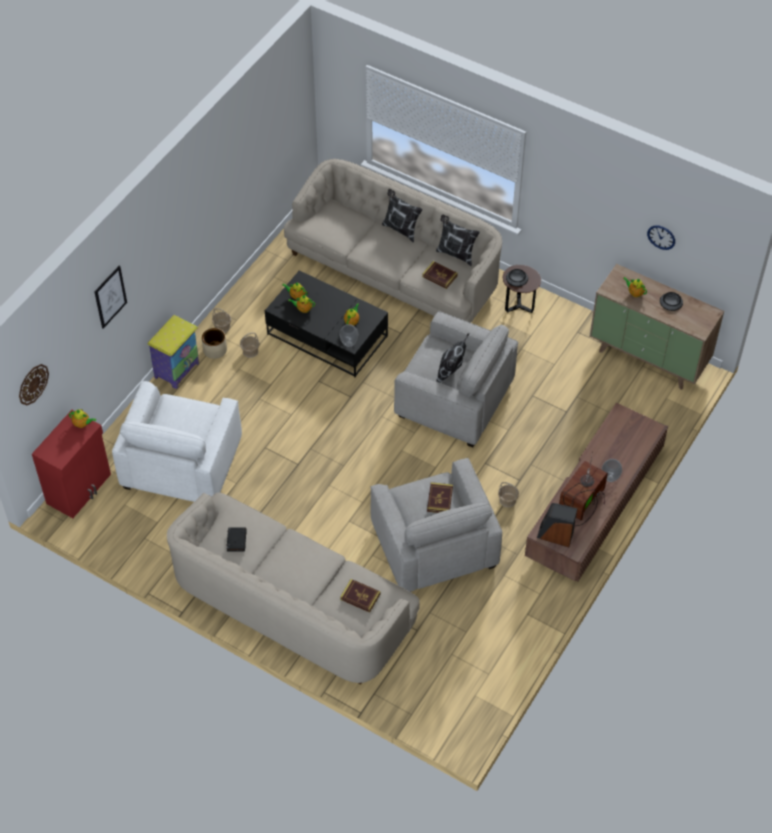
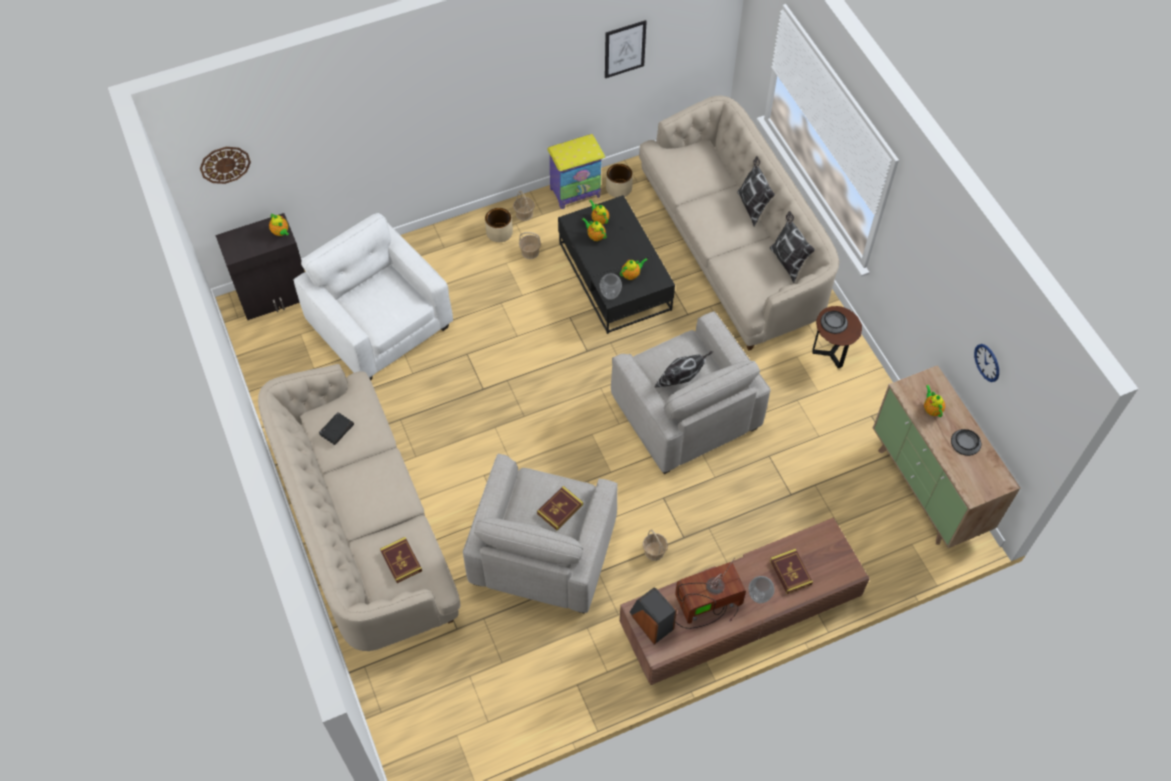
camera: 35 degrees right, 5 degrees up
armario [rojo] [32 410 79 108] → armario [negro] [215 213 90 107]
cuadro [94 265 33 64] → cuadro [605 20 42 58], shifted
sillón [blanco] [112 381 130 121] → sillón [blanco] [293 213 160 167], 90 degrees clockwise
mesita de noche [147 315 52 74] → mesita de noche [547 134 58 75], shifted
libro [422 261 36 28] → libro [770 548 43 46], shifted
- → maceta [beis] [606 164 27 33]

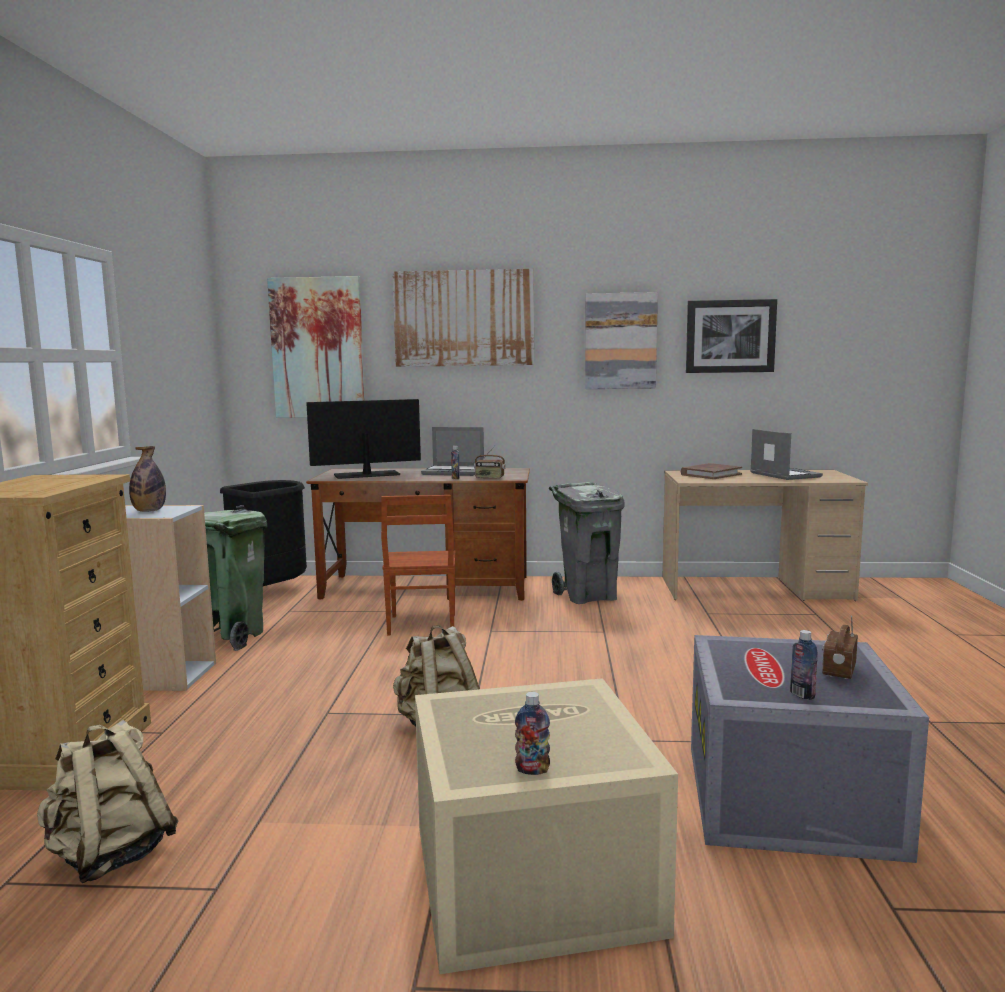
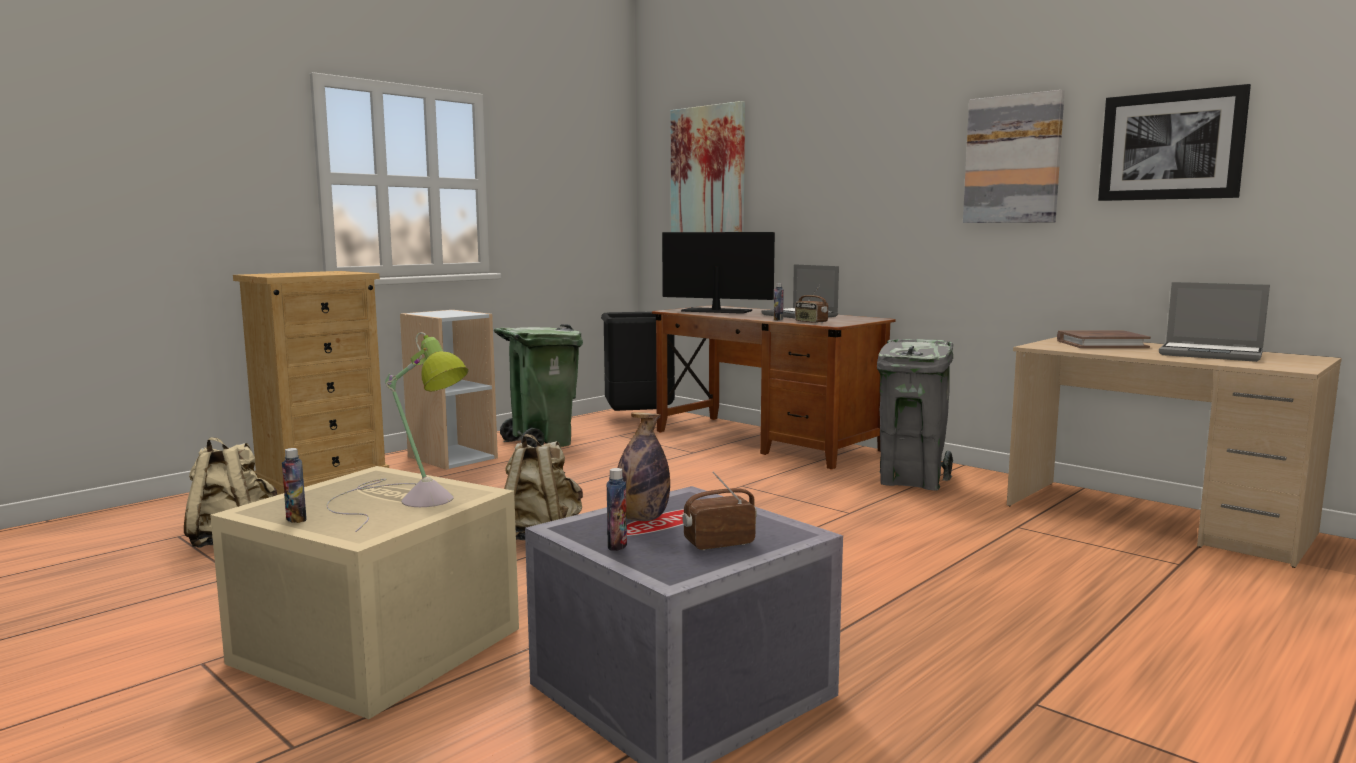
camera: 40 degrees right, 0 degrees up
botella [129 446 37 66] → botella [617 412 53 109], shifted
silla [marrón] [381 495 75 141] → -
cuadro [392 269 142 98] → -
portátil [750 429 73 51] → portátil [1159 282 111 80], 105 degrees clockwise
- → lámpara de mesa [327 332 141 200]

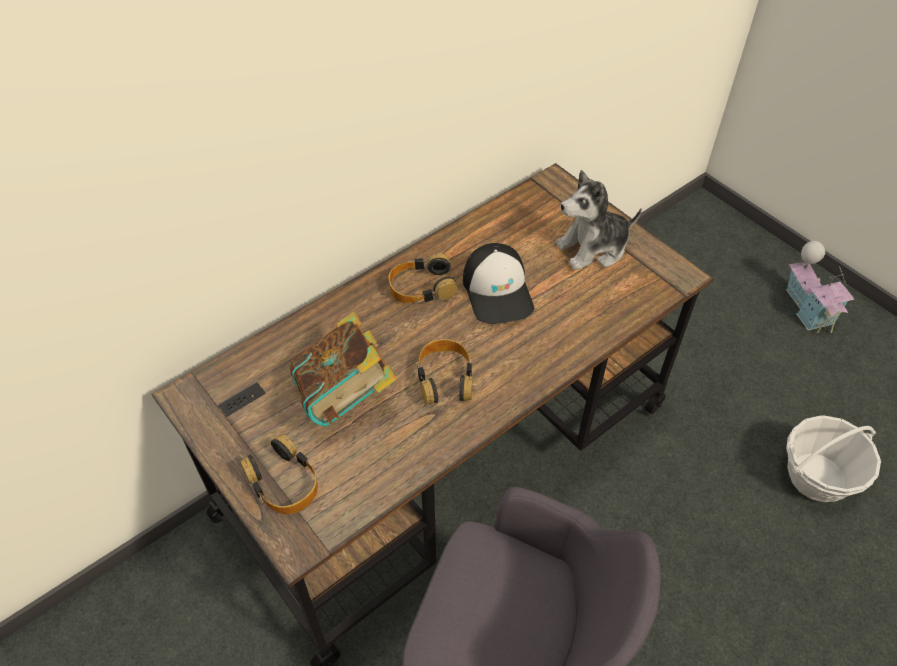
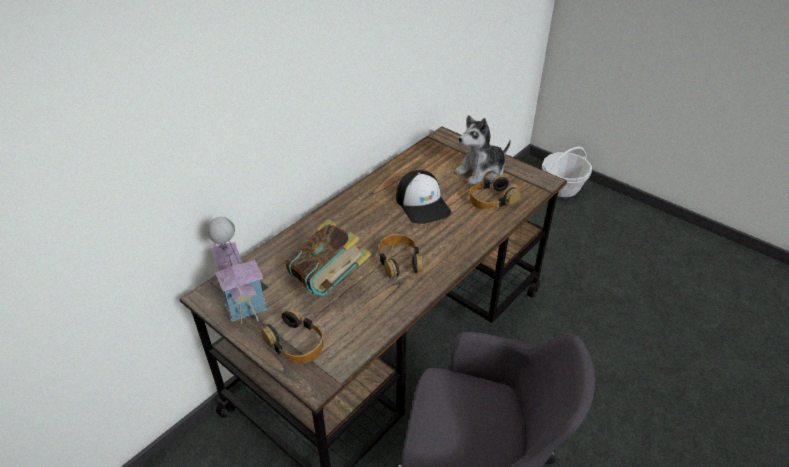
camera: 10 degrees left, 10 degrees down
auriculares [388 253 70 50] → auriculares [470 175 51 34], shifted
casita [786 241 68 92] → casita [208 217 59 107], shifted
cesta [786 415 95 87] → cesta [542 147 50 50], shifted

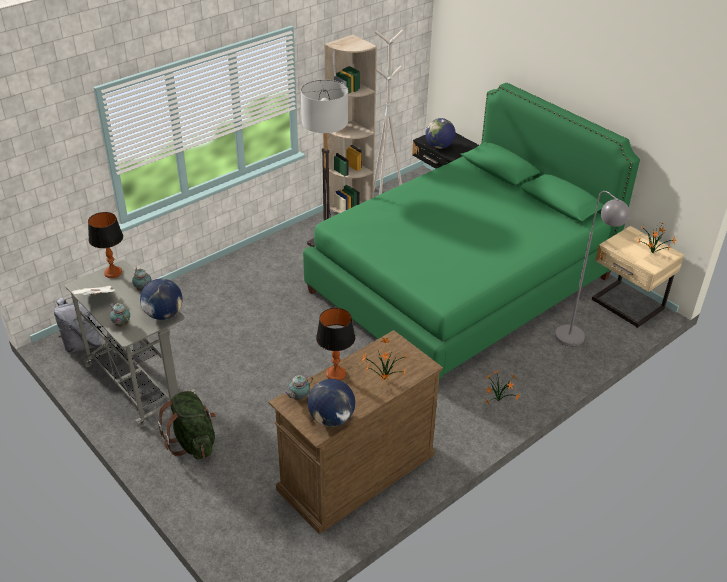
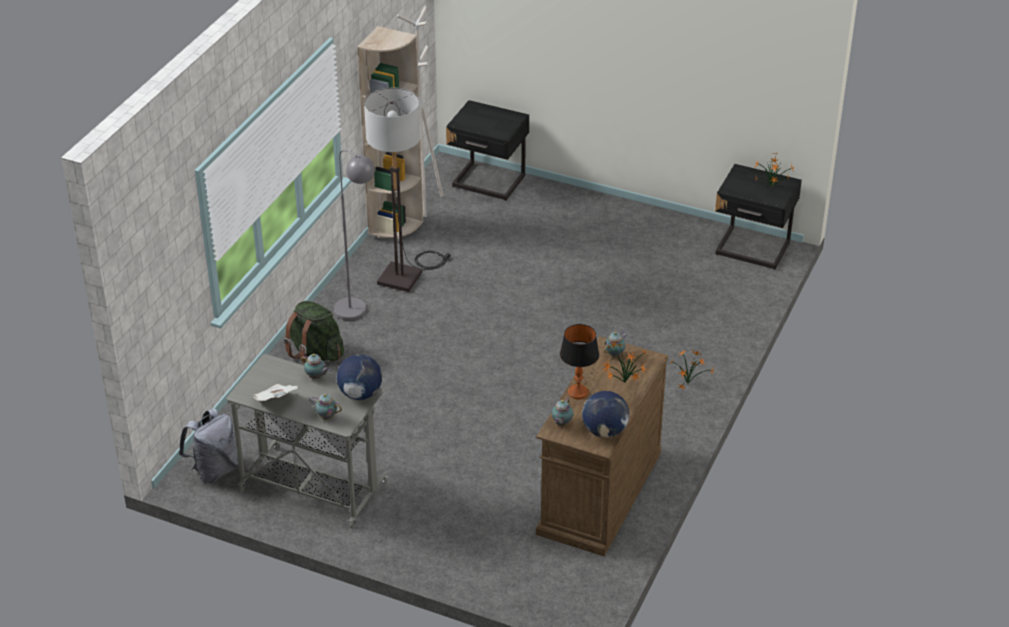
camera: 25 degrees left, 0 degrees up
lámpara de mesa [88 212 35 66] → -
mochila [verde] [158 391 58 69] → mochila [verde] [284 301 60 62], shifted
cama [verde] [303 83 337 297] → -
globo terráqueo [425 118 31 31] → -
lámpara de pie [gris] [555 191 75 155] → lámpara de pie [gris] [334 150 41 171], shifted
mesita de noche [beis] [592 226 92 102] → mesita de noche [negro] [715 164 87 106]
- → tetera [604 332 24 25]

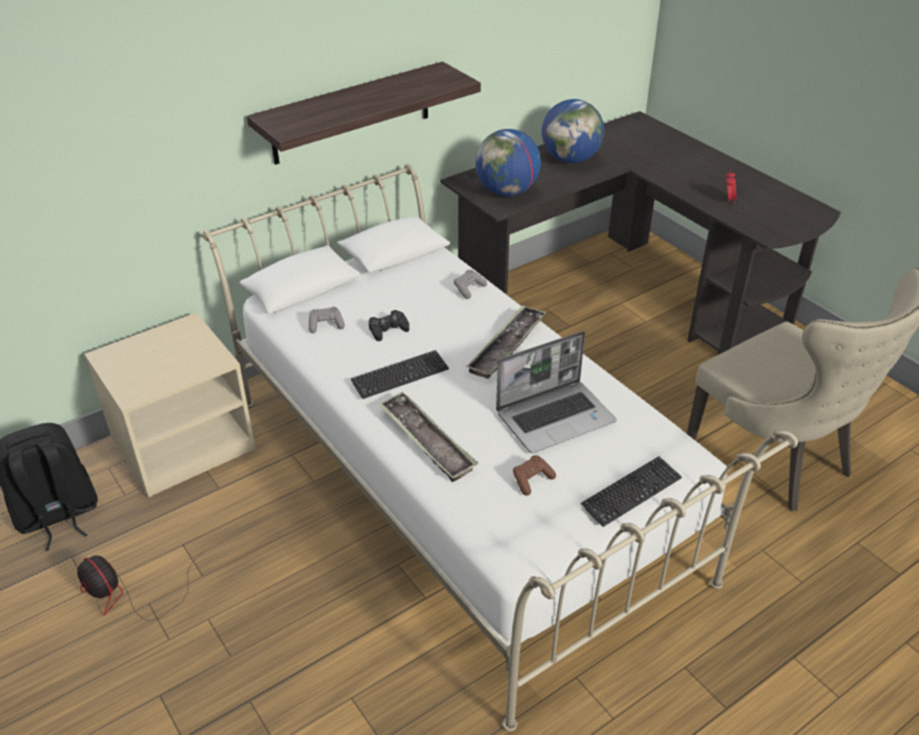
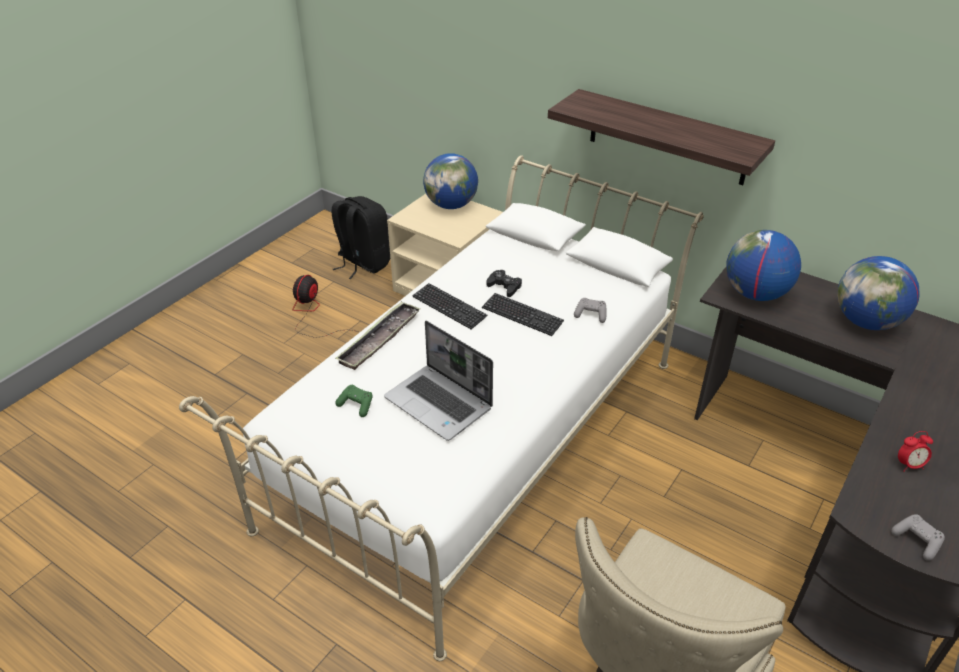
camera: 70 degrees right, 0 degrees up
mando de consola [gris] [309 307 36 26] → mando de consola [gris] [891 514 54 47], shifted
bandeja [466 305 80 74] → -
mando de consola [marrón] [513 455 43 41] → mando de consola [verde] [335 385 38 32]
teclado [581 456 101 71] → teclado [482 293 82 43], shifted
- → globo terráqueo [423 153 55 56]

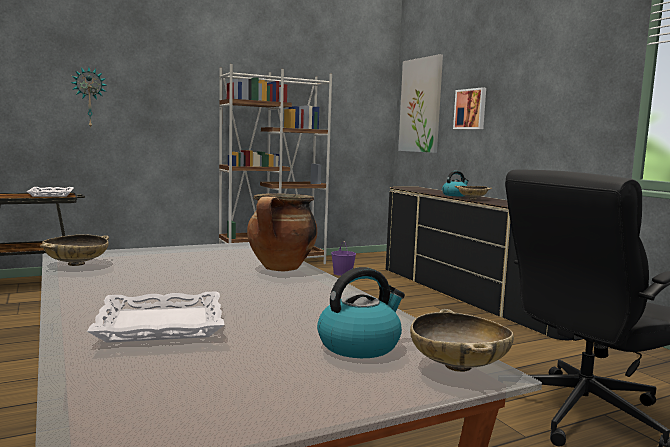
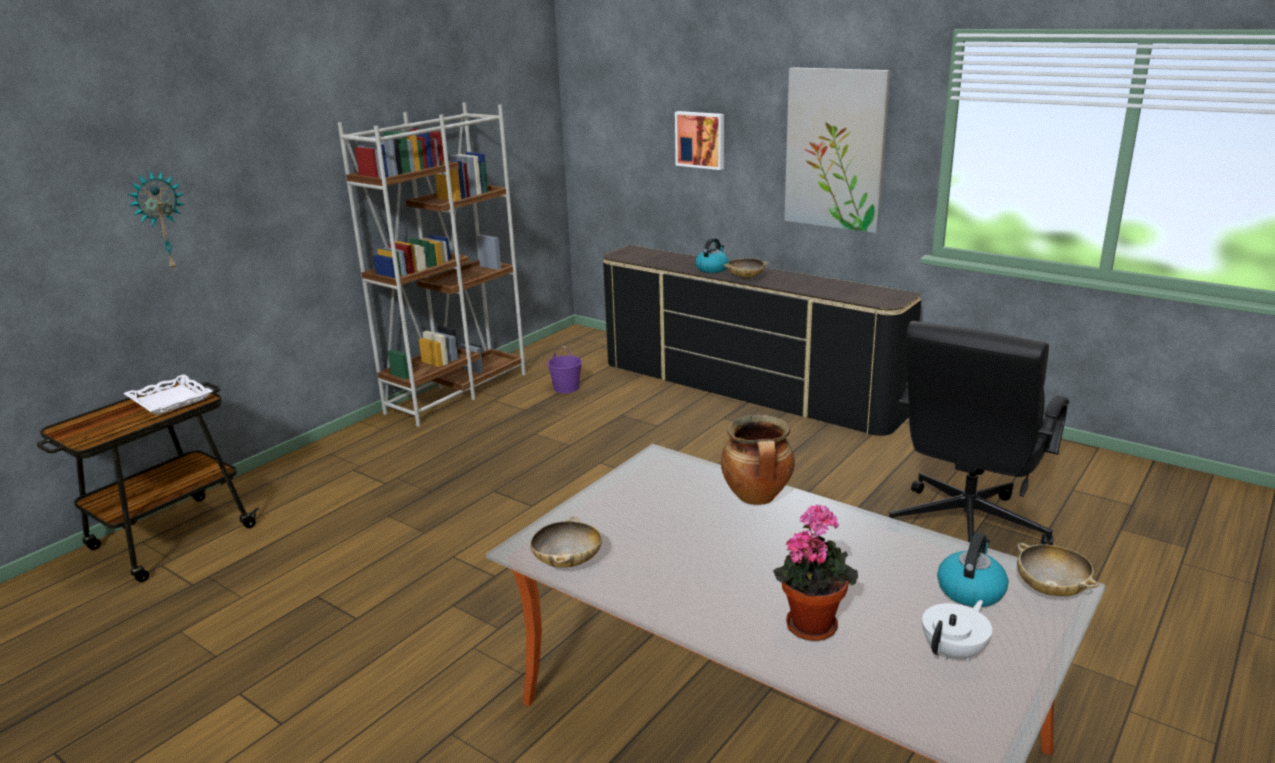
camera: 25 degrees left, 15 degrees up
bandeja [blanco] [87 291 138 52] → planta en maceta [773 504 85 137]
cuadro [398 54 45 99] → cuadro [784 67 106 166], shifted
- → tetera [blanco] [922 600 70 60]

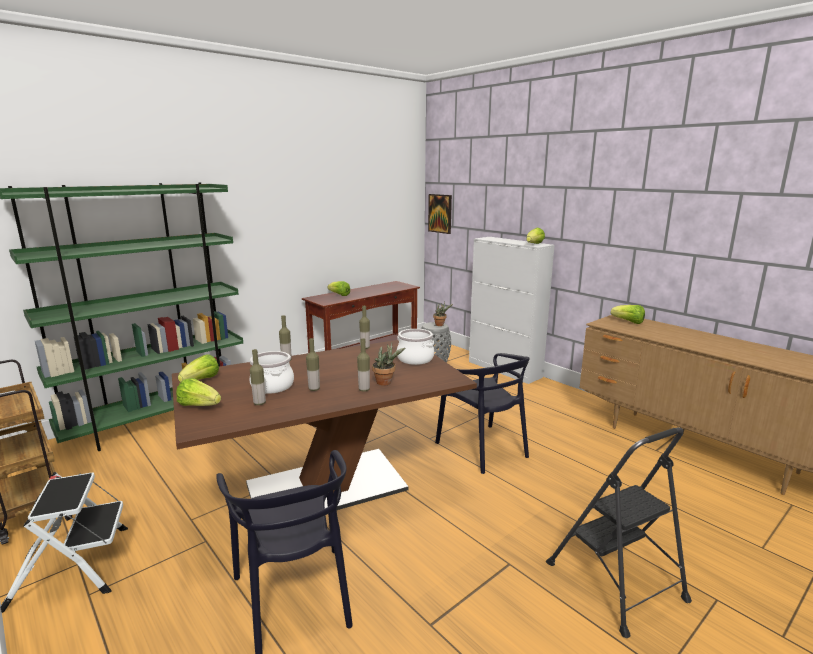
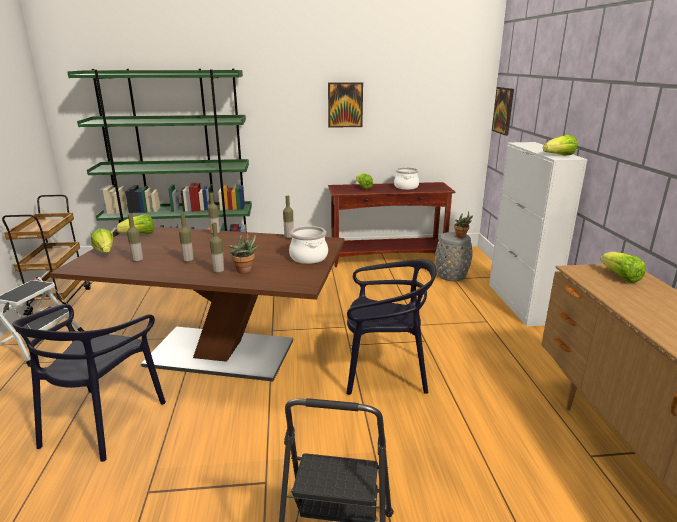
camera: 35 degrees right, 5 degrees up
olla [249 351 45 43] → olla [394 167 25 23], shifted
silla [negro] [435 353 95 121] → silla [negro] [346 259 91 136], 90 degrees counterclockwise
- → cuadro [328 82 35 46]

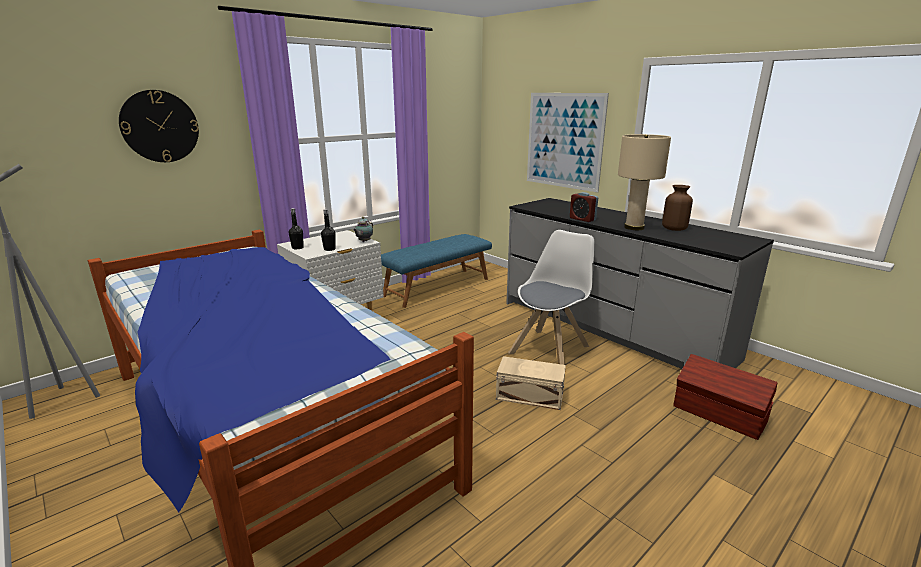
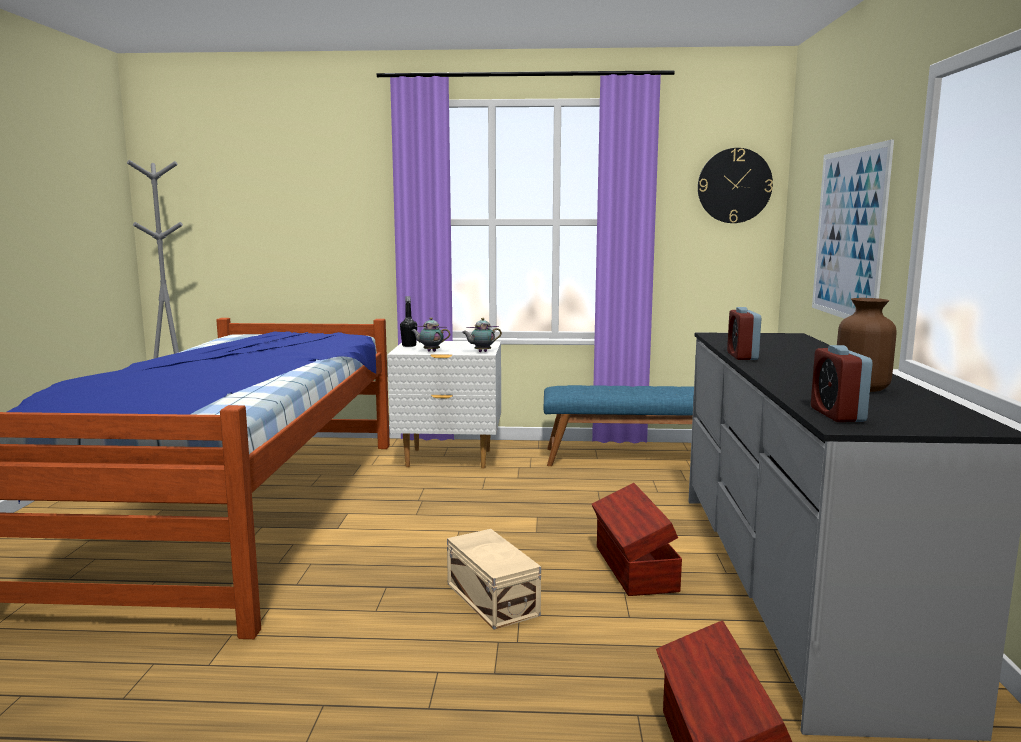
camera: 45 degrees right, 10 degrees down
reloj de pared [119 90 80 72] → reloj de pared [698 148 75 75], shifted
botella [negro] [321 209 15 42] → tetera [411 317 39 35]
silla [508 230 86 135] → caja de almacenaje [marrón] [592 483 90 113]
lámpara de mesa [beis] [618 134 53 96] → -
- → despertador [811 345 62 77]

